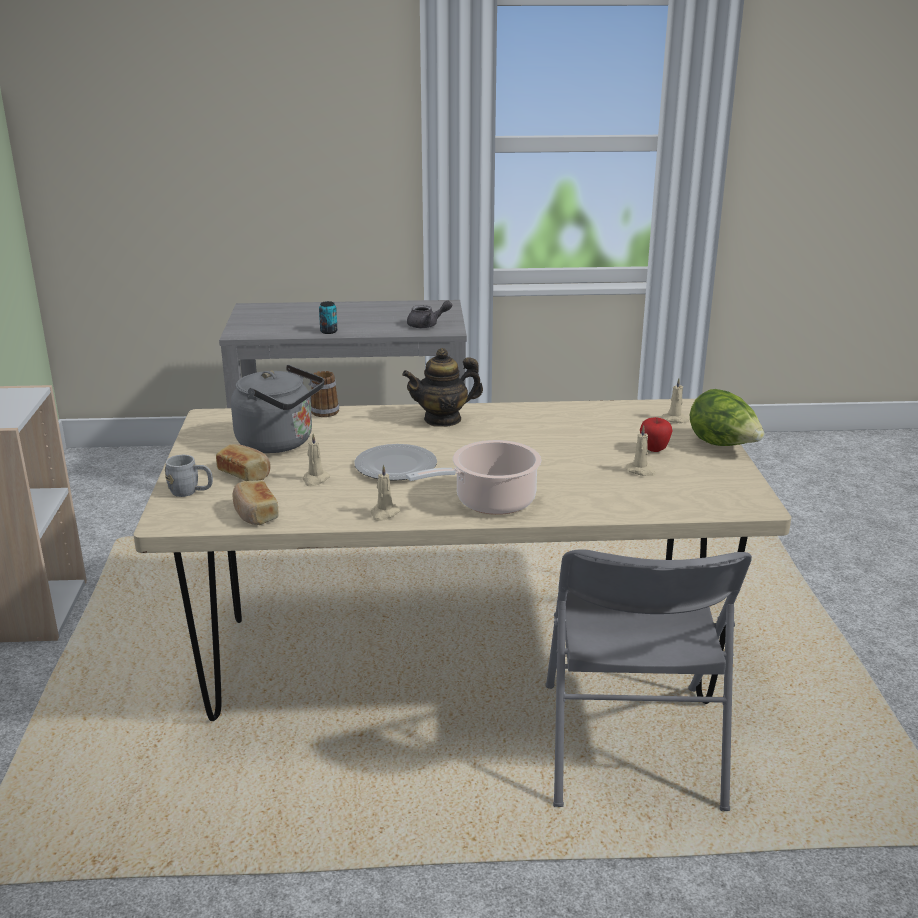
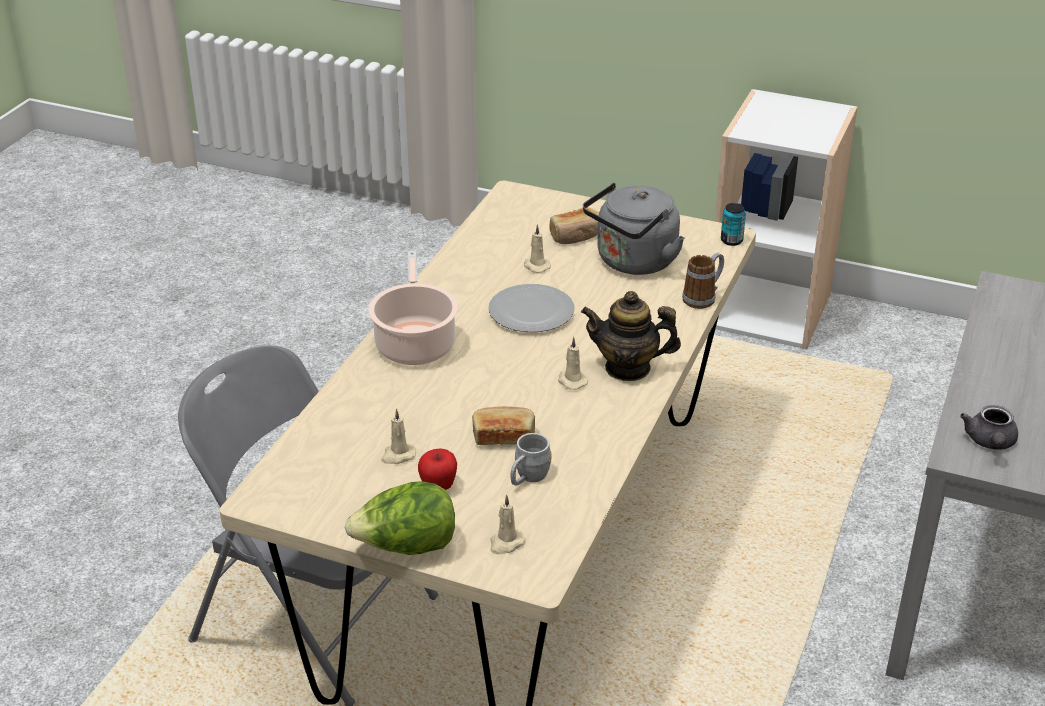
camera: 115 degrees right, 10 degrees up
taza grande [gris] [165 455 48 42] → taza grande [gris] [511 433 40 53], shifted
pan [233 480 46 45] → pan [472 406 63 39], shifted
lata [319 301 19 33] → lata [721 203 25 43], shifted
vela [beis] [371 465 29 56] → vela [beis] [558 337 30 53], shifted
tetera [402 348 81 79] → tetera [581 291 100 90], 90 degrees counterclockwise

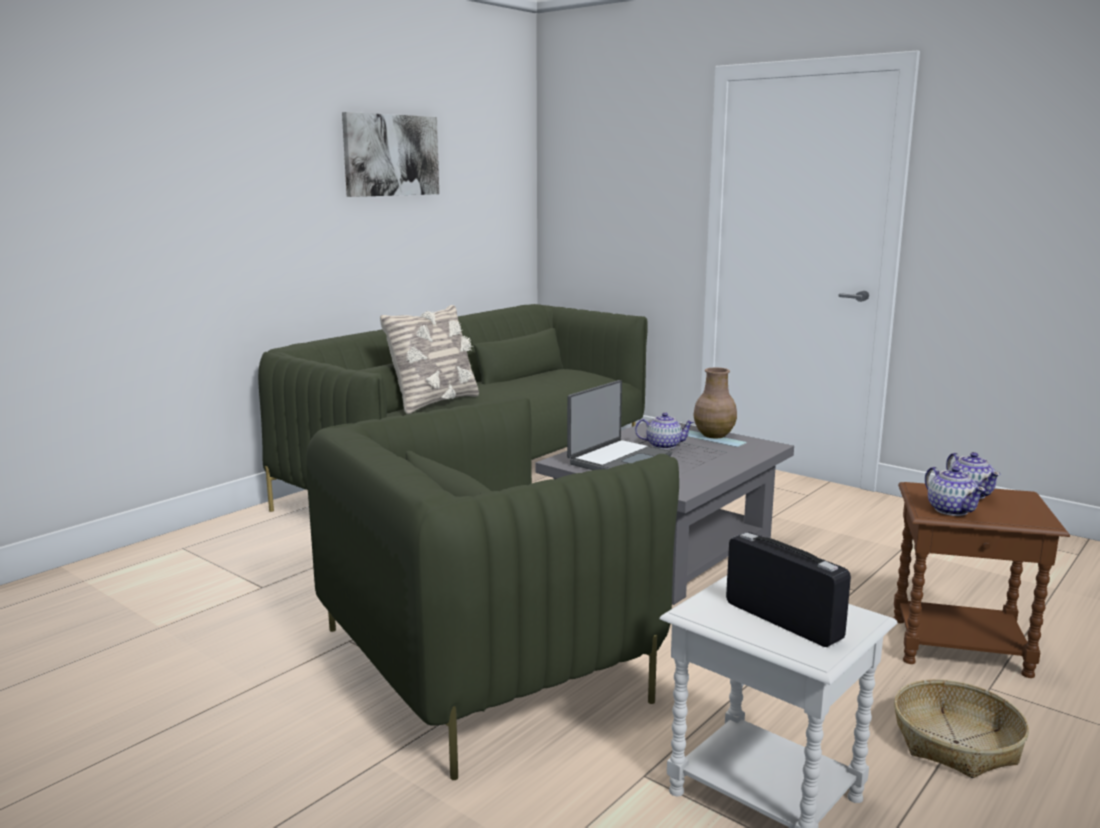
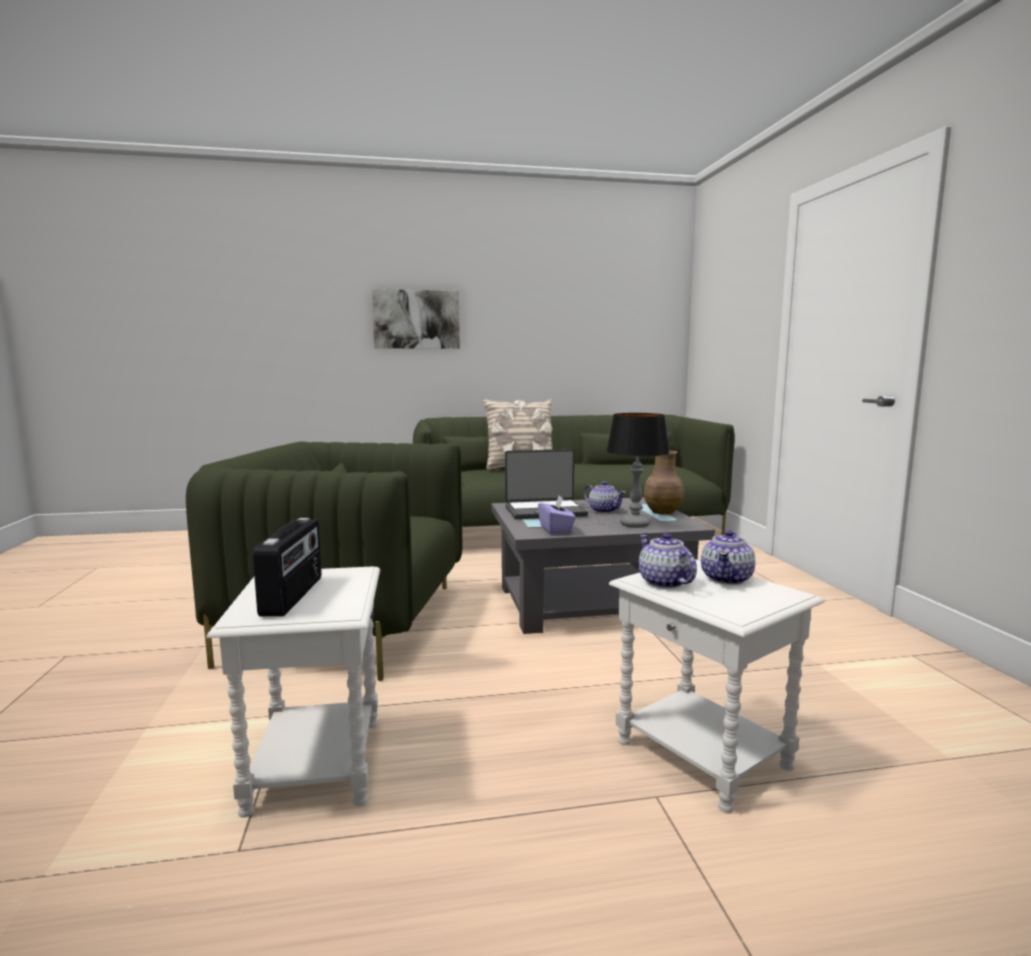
camera: 40 degrees right, 5 degrees down
cuadro [342 112 97 85] → cuadro [372 289 88 60], shifted
mesa auxiliar [marrón] [894 482 176 196] → mesa auxiliar [blanco] [609 559 215 254]
cesta [894 679 135 99] → -
tetera [925 466 61 50] → tetera [639 533 58 56], 135 degrees clockwise
- → caja de pañuelos [morado] [538 496 38 38]
- → lámpara de mesa [607 413 62 115]

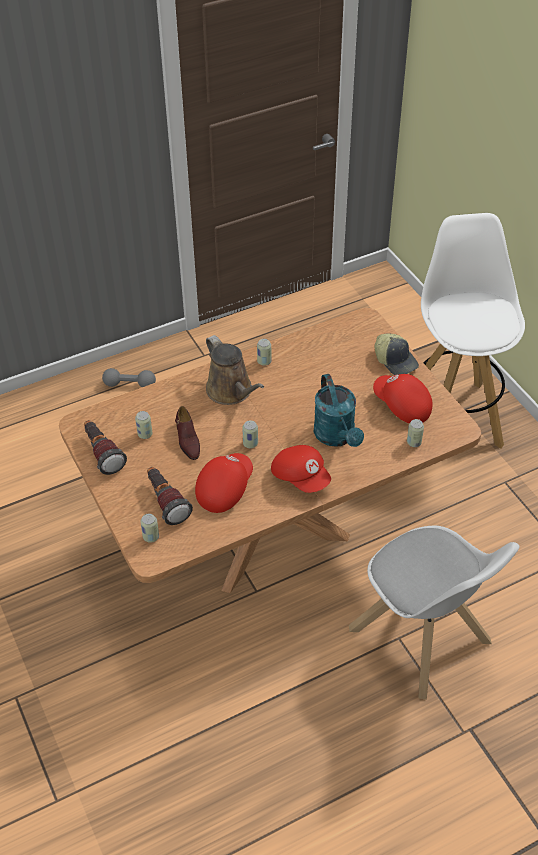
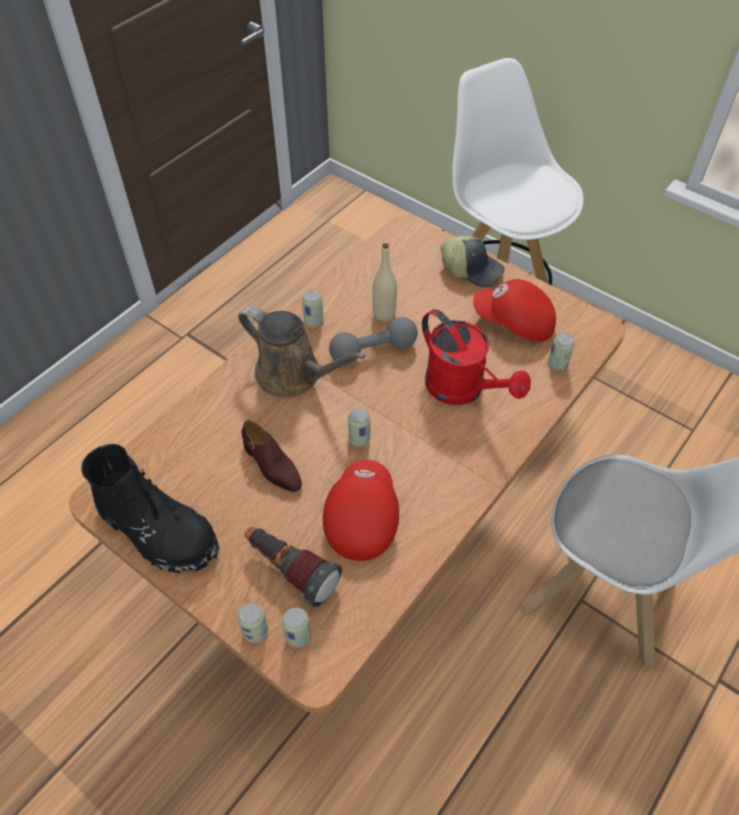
camera: 25 degrees left, 5 degrees up
linterna [84 420 43 55] → bota [negro] [81 444 139 130]
mancuerna [gris] [102 368 54 19] → mancuerna [gris] [329 317 89 47], shifted
lata [135 411 17 28] → lata [237 603 31 40], shifted
gorra [rojo] [271 445 60 48] → -
regadera [turquesa] [314 374 50 73] → regadera [rojo] [422 309 109 96]
- → botella [beis] [372 243 25 78]

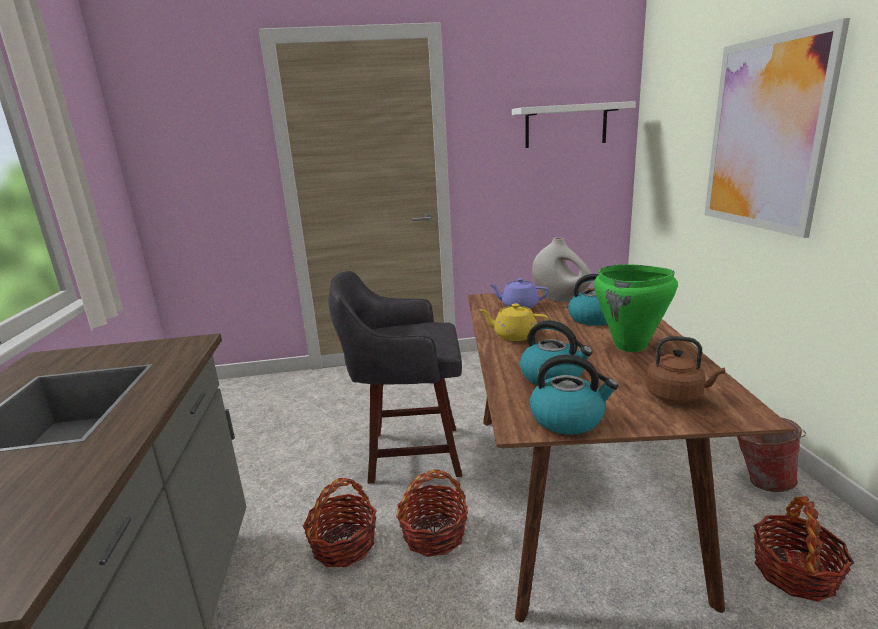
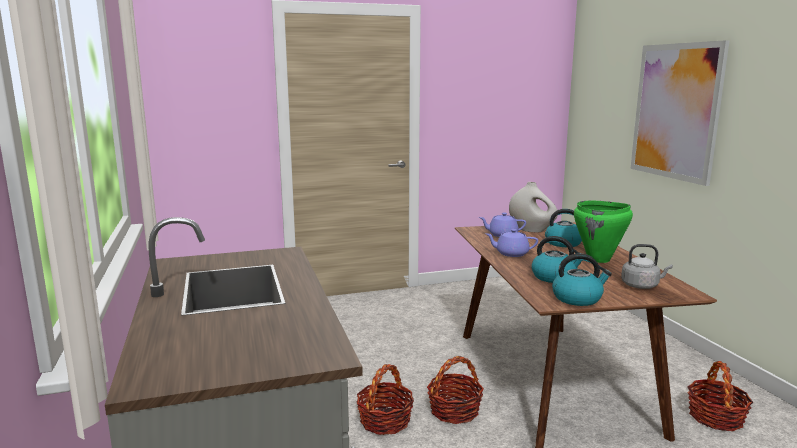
camera: 10 degrees left, 5 degrees down
taburete [gris] [328 271 134 213] → -
tetera [amarillo] [479 303 70 38] → tetera [morado] [486 229 52 28]
estante [blanco] [512 101 124 47] → -
hervidor [marrón] [646 336 79 68] → hervidor [gris] [621 244 52 45]
cubo [737 417 69 75] → -

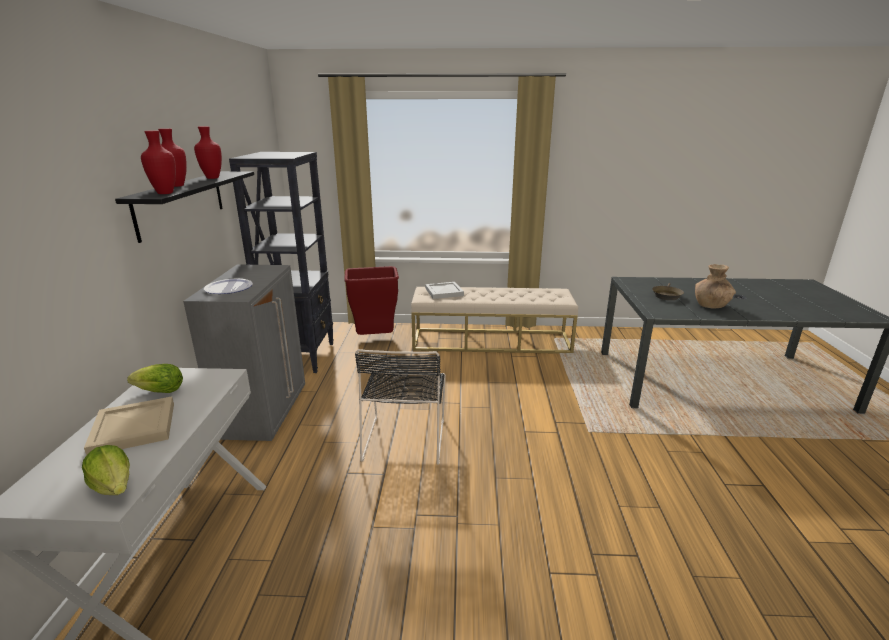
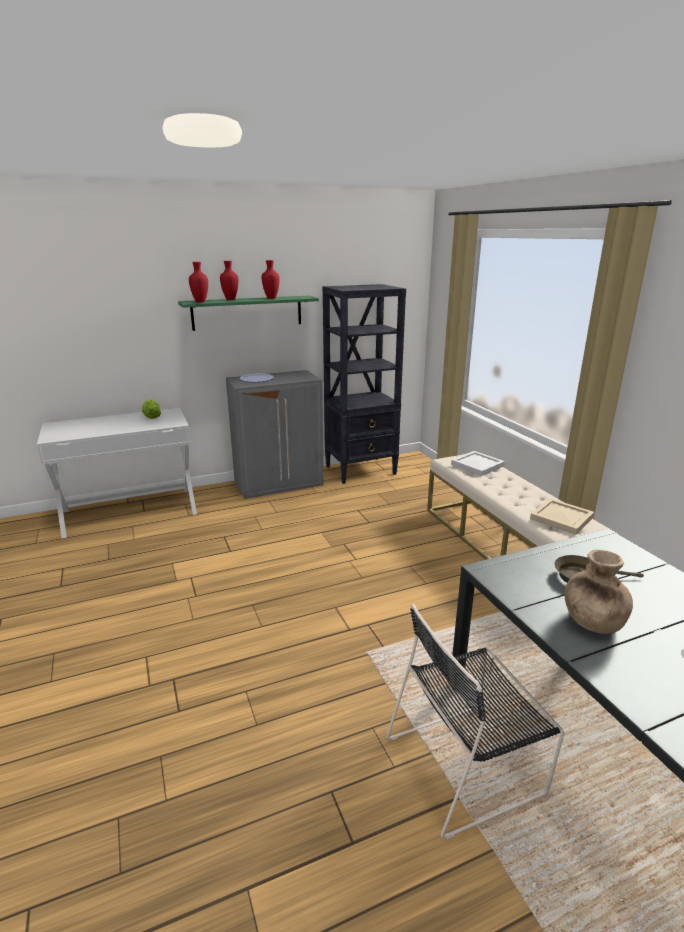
camera: 65 degrees right, 0 degrees up
lechuga [82 445 48 50] → -
bandeja [beis] [84 397 90 59] → bandeja [beis] [530 498 64 37], shifted
estante [negro] [115 171 139 72] → estante [verde] [178 295 141 36]
papelera [rojo] [344 266 55 69] → -
silla [negro] [355 349 91 116] → silla [negro] [386 604 178 235], shifted

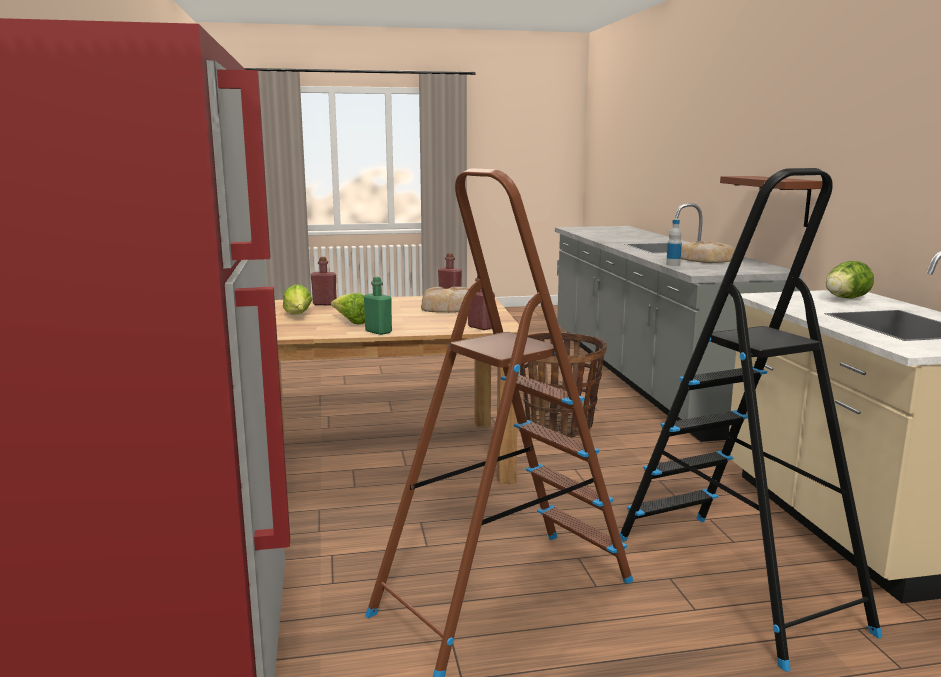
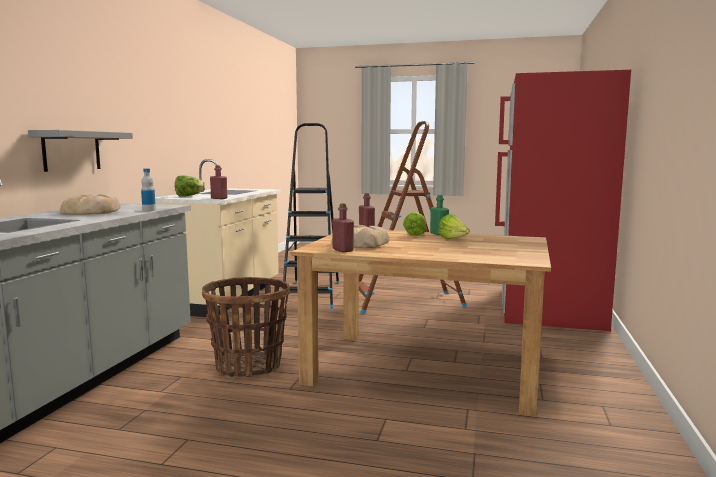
camera: 155 degrees left, 5 degrees down
lechuga [283 284 29 30] → lechuga [403 212 23 24], shifted
botella [rojo] [311 257 26 49] → botella [rojo] [210 165 17 34], shifted
estante [marrón] [720 176 102 51] → estante [gris] [28 130 105 42]

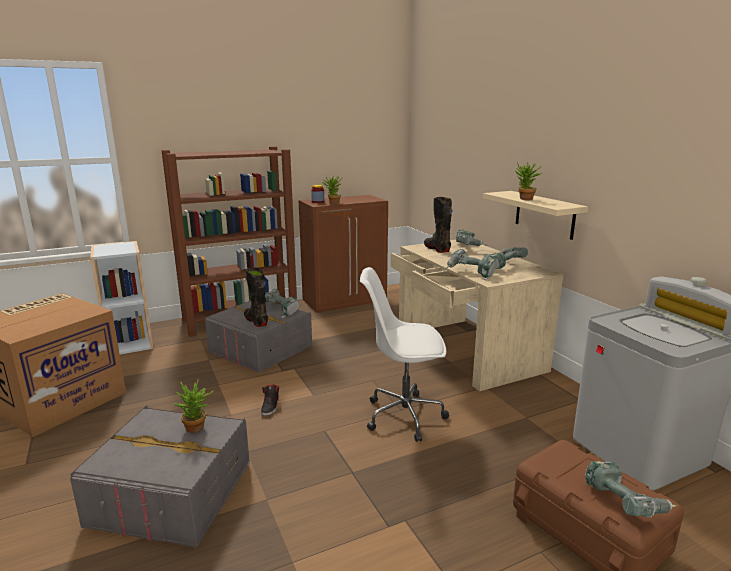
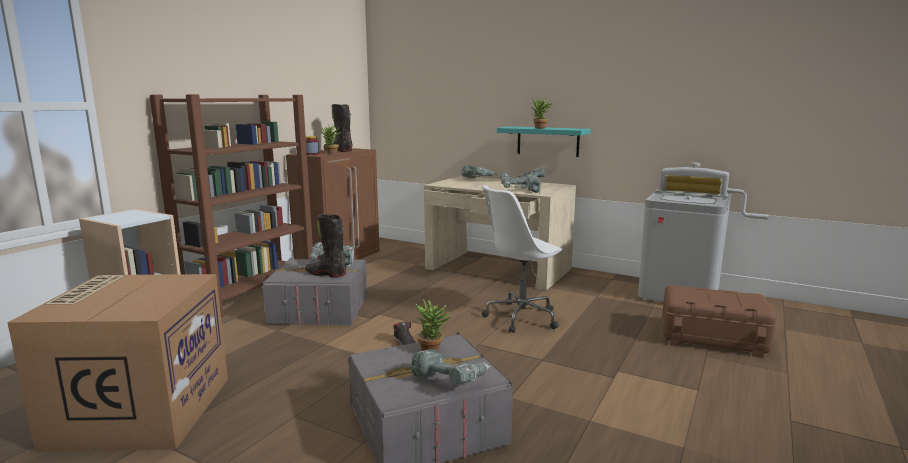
camera: 35 degrees left, 5 degrees down
bota [negro] [424 197 29 56] → bota [negro] [324 104 29 48], shifted
estante [beis] [483 191 105 49] → estante [turquesa] [497 126 94 31]
taladro [585 461 93 56] → taladro [411 349 79 36], shifted

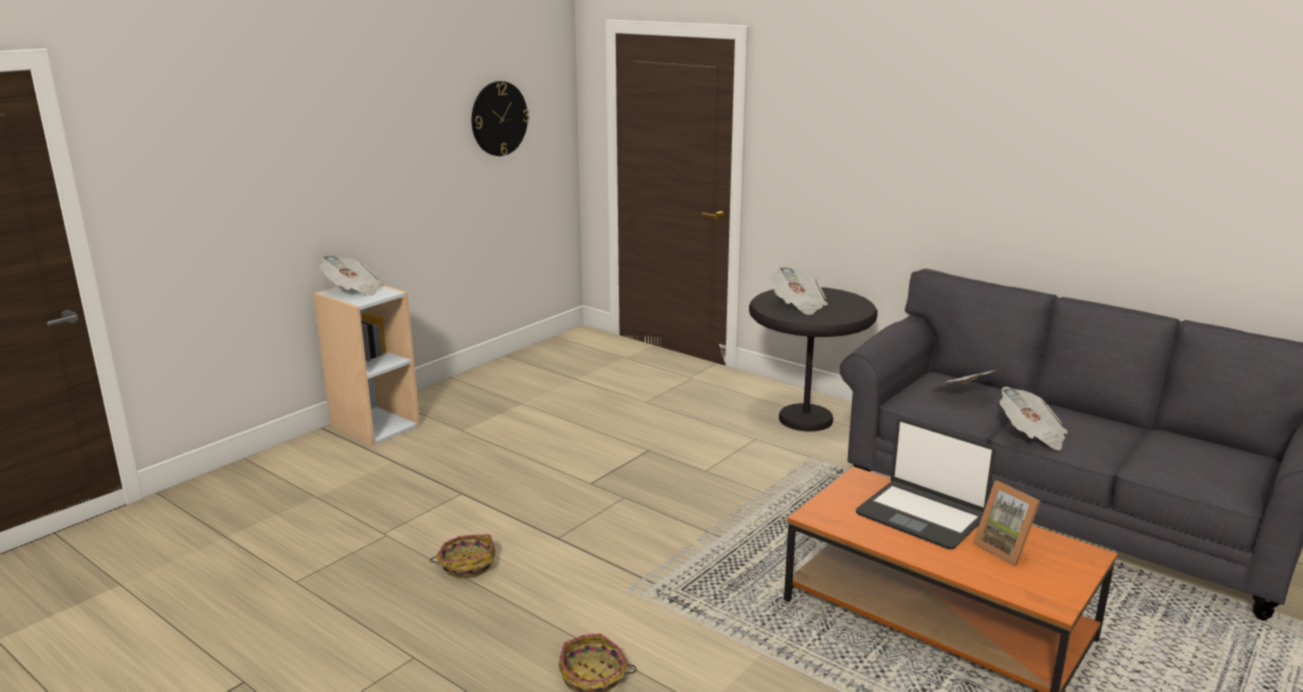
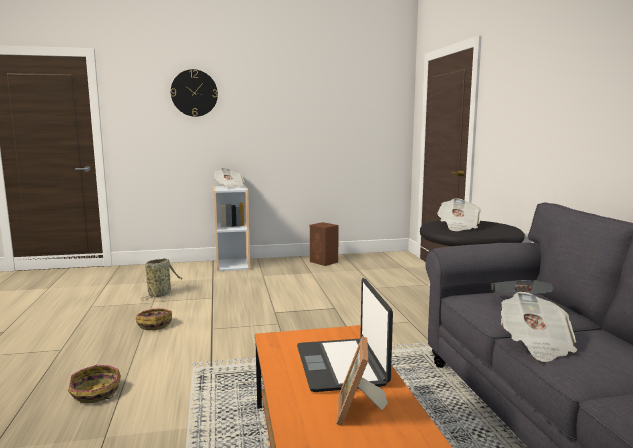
camera: 40 degrees right, 10 degrees down
reloj de pared [472 81 57 75] → reloj de pared [171 69 47 48], shifted
- → cesta [141 258 42 41]
- → altavoz [marrón] [310 222 29 44]

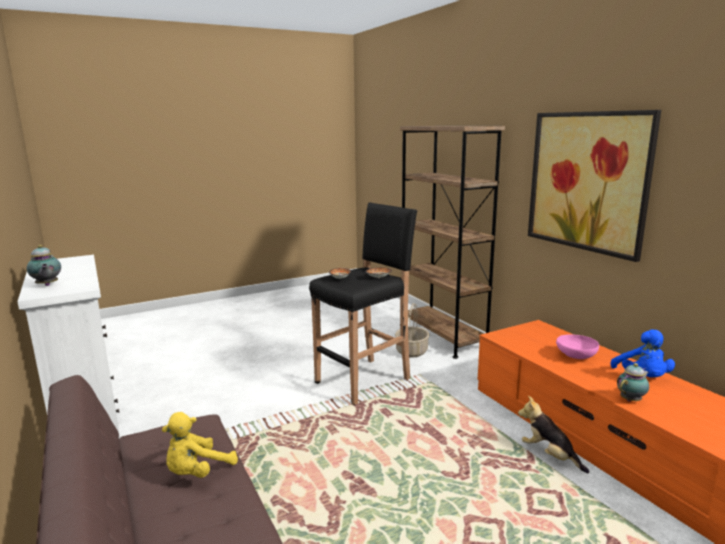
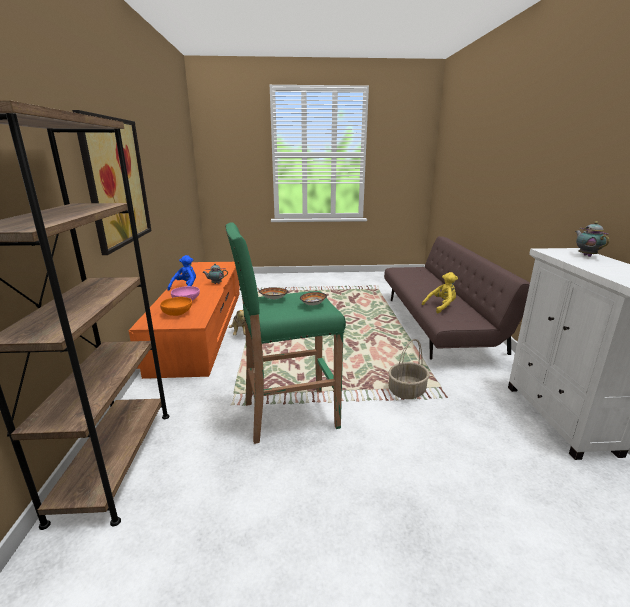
camera: 155 degrees left, 5 degrees up
taburete [negro] [309 202 108 203] → taburete [verde] [225 222 121 222]
cesta [395 303 35 55] → cesta [388 339 42 60], shifted
- → cuenco [naranja] [160 297 32 19]

